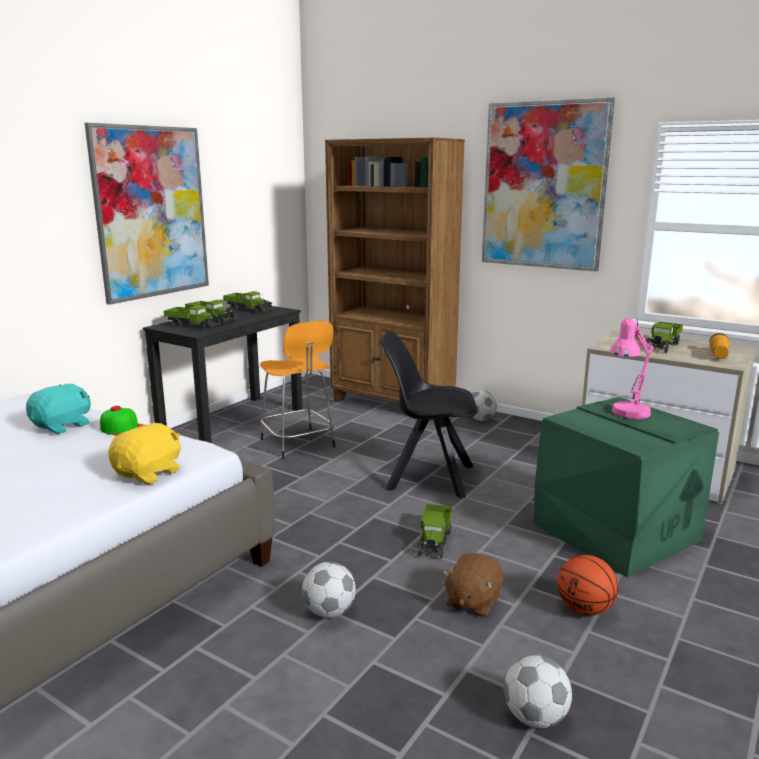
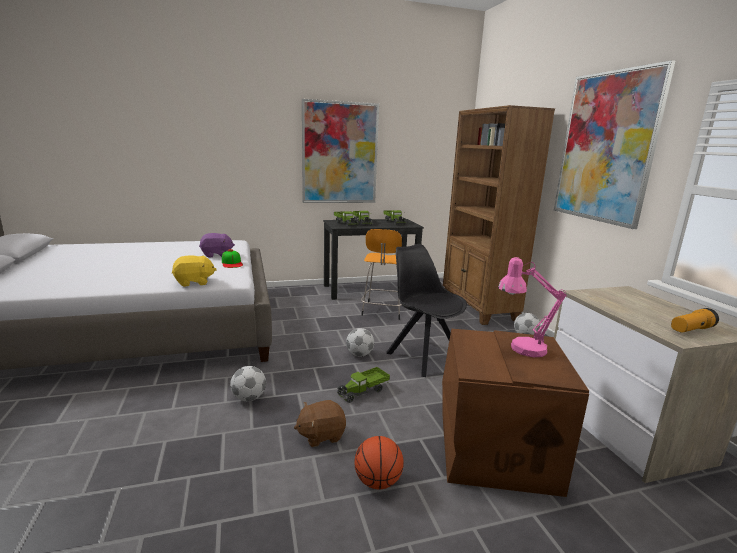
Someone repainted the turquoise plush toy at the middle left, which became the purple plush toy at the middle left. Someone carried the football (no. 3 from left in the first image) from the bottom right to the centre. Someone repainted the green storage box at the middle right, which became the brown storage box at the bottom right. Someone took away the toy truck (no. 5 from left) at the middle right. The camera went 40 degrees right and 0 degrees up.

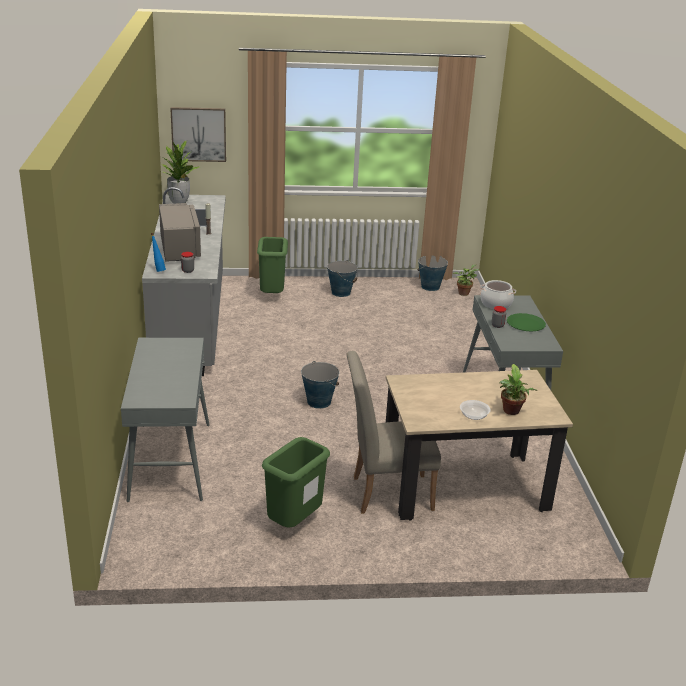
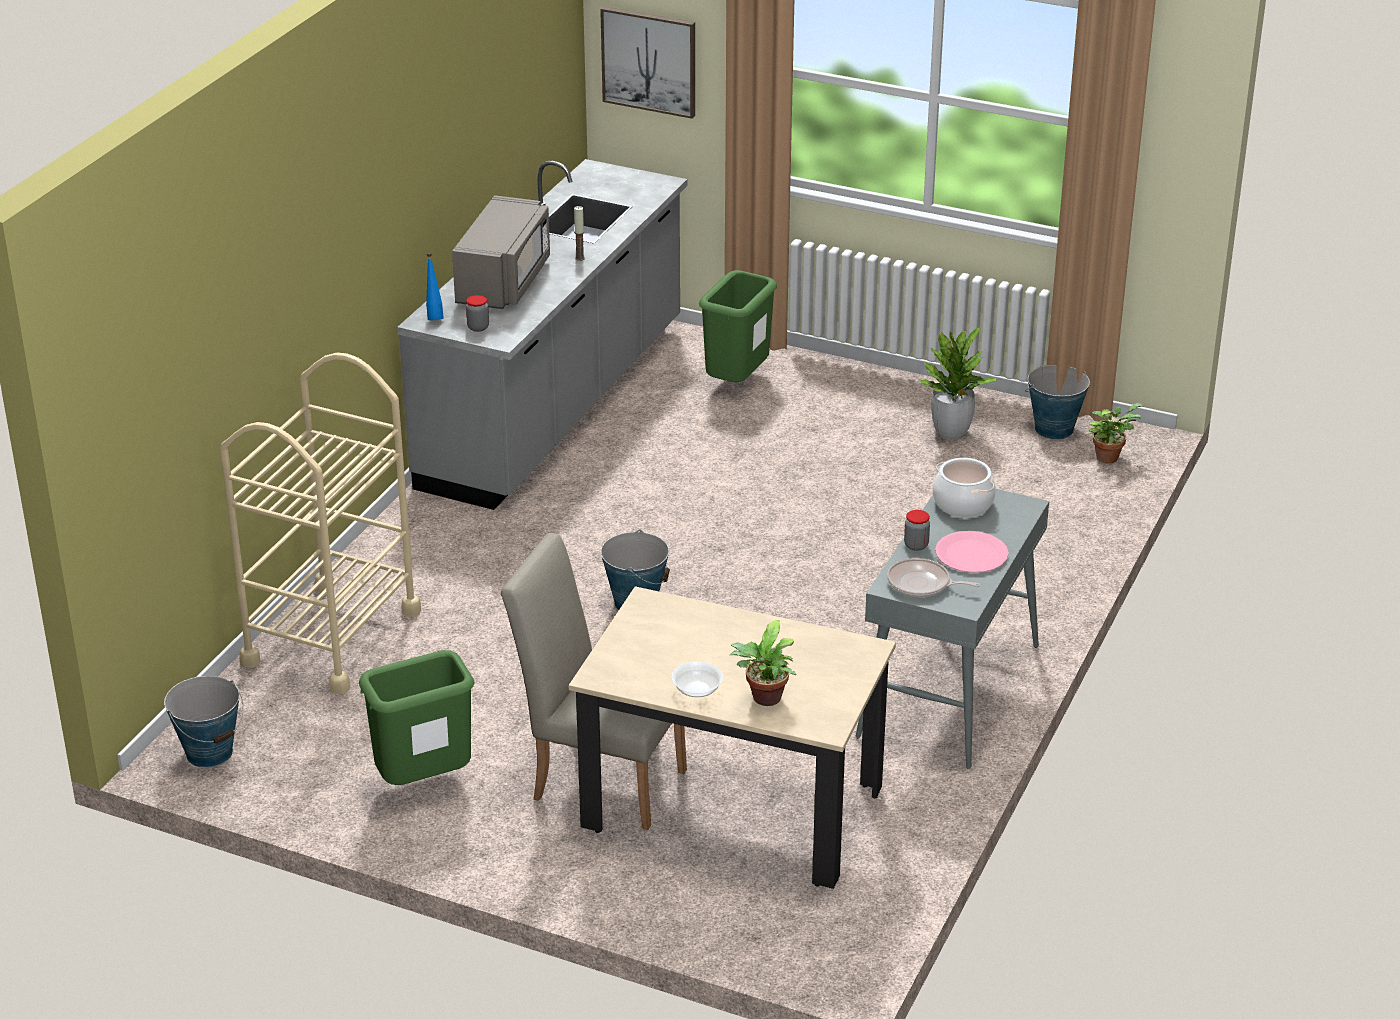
Someone swapped the grey console table (no. 1 from left) at the middle left for the beige cart at the middle left. Someone carried the potted plant (no. 1 from left in the first image) from the top left to the middle right. Someone carried the bucket (no. 2 from left in the first image) from the centre to the bottom left. Someone repainted the green plate at the middle right, which became the pink plate at the middle right. Someone put down the frying pan at the centre. The camera went 30 degrees right and 5 degrees up.

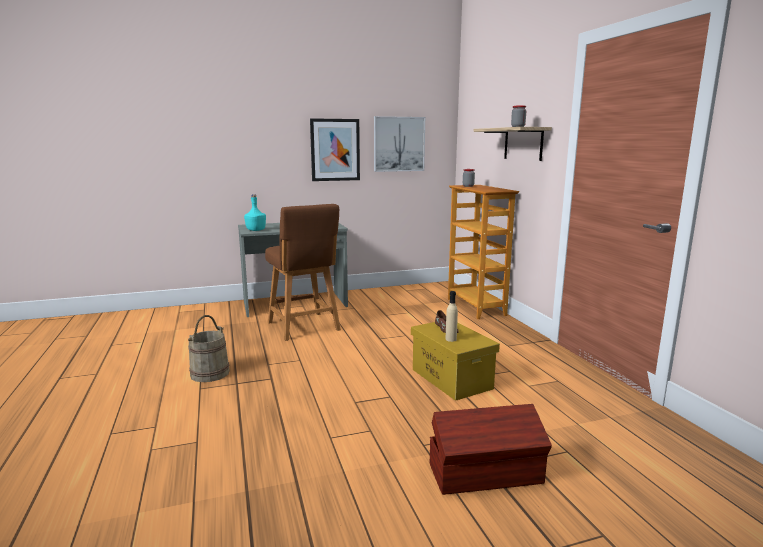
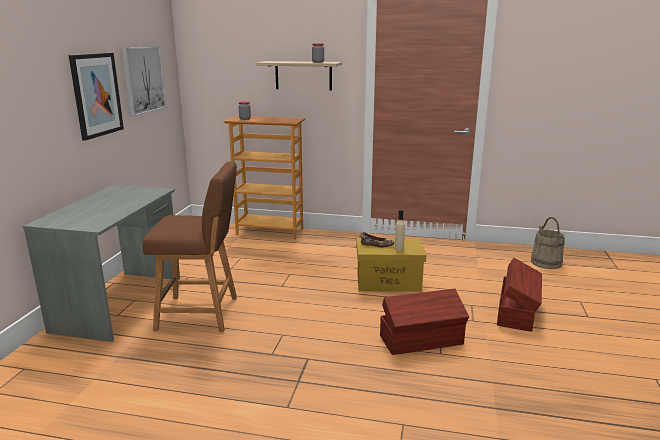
Someone carried the beige bucket from the middle left to the middle right. Someone took away the turquoise bottle at the centre. Someone put down the brown storage box (no. 1 from left) at the bottom centre. The camera went 60 degrees left and 5 degrees up.

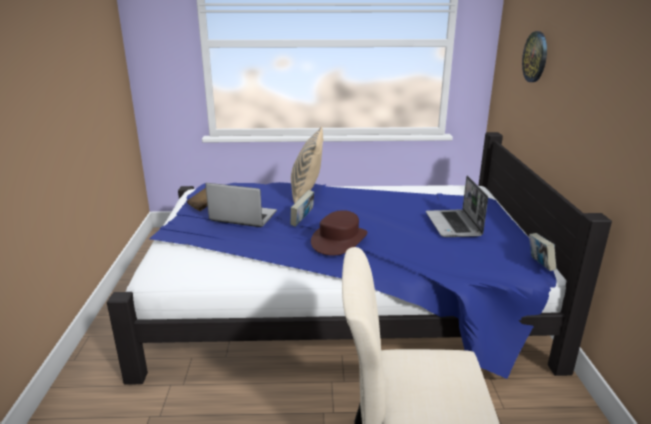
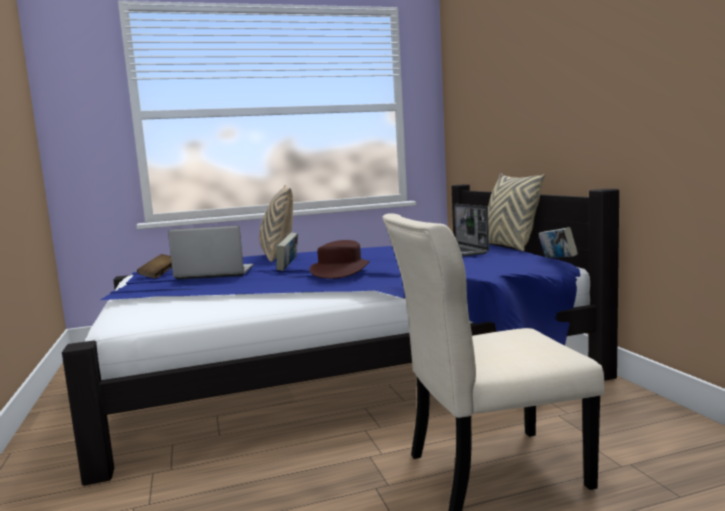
Someone took away the wall clock at the top right. Someone put down the beige pillow (no. 2 from left) at the middle right. The camera went 15 degrees left and 15 degrees down.

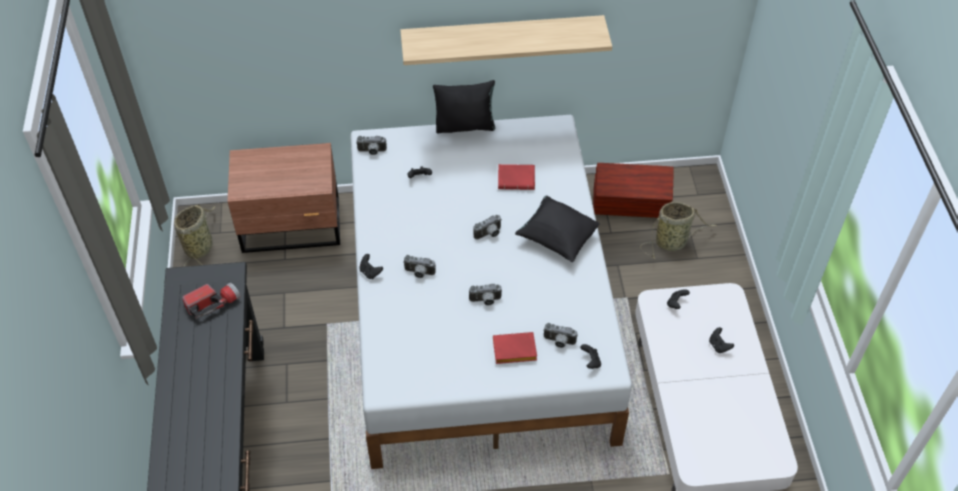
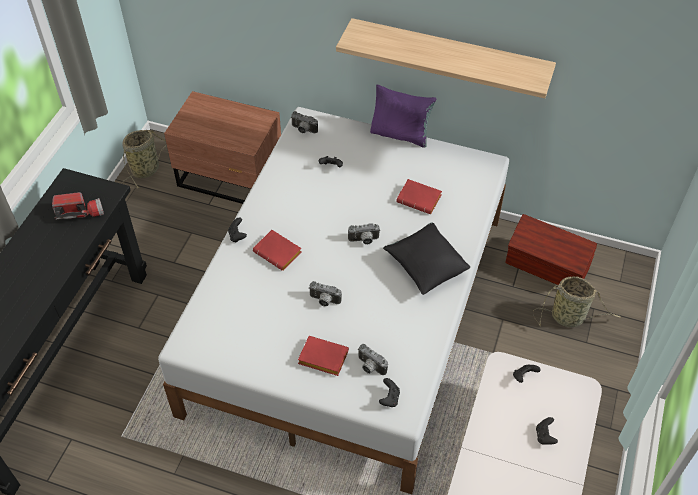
Someone swapped the photo camera (no. 2 from left) at the centre for the red book (no. 1 from left) at the centre. Someone repainted the black pillow (no. 1 from left) at the top centre, which became the purple pillow at the top centre. The camera went 25 degrees right and 0 degrees up.

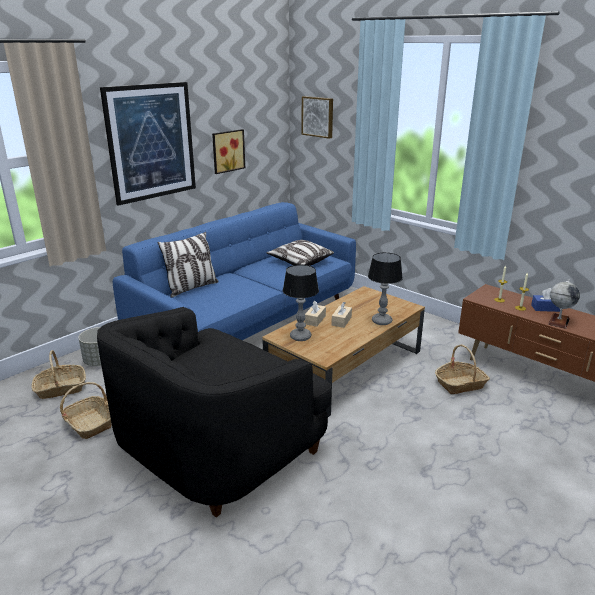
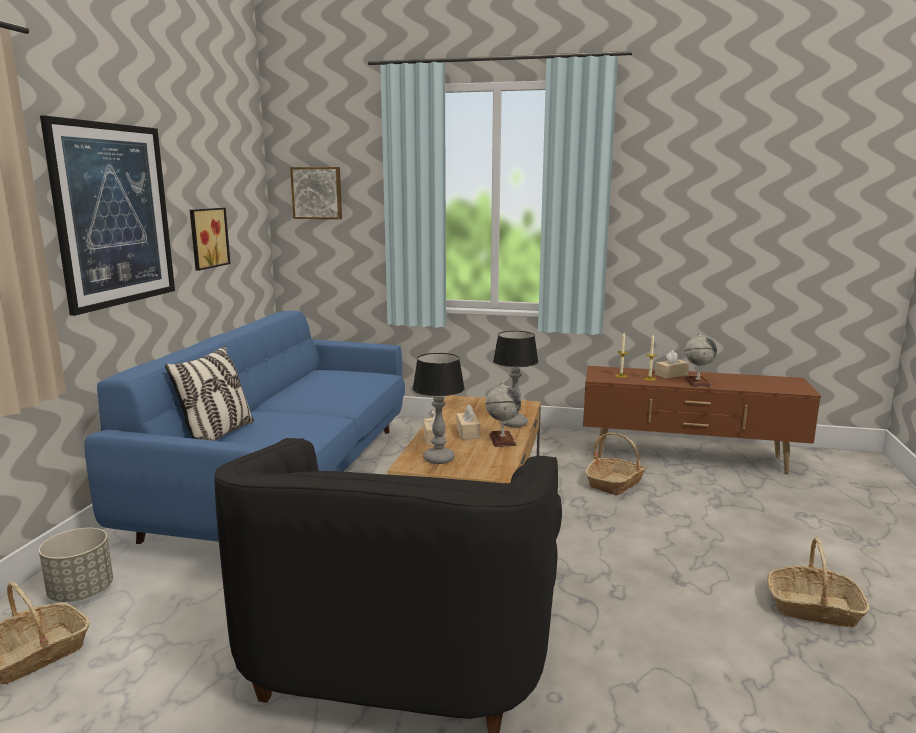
Someone carried the basket (no. 2 from left in the first image) from the bottom left to the bottom right. Someone took away the pillow (no. 2 from left) at the centre. Someone repainted the blue tissue box at the middle right, which became the beige tissue box (no. 3 from left) at the middle right. Someone put down the globe (no. 1 from left) at the centre. The camera went 30 degrees left and 10 degrees down.

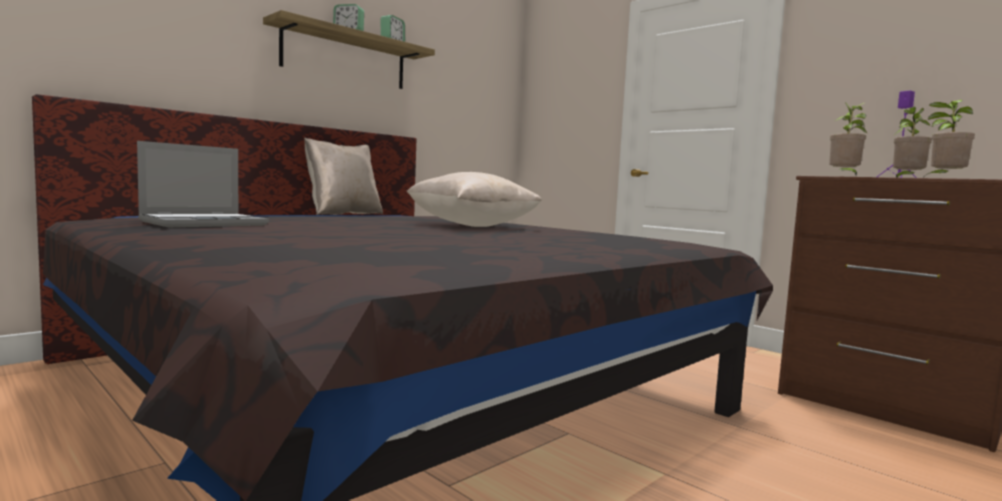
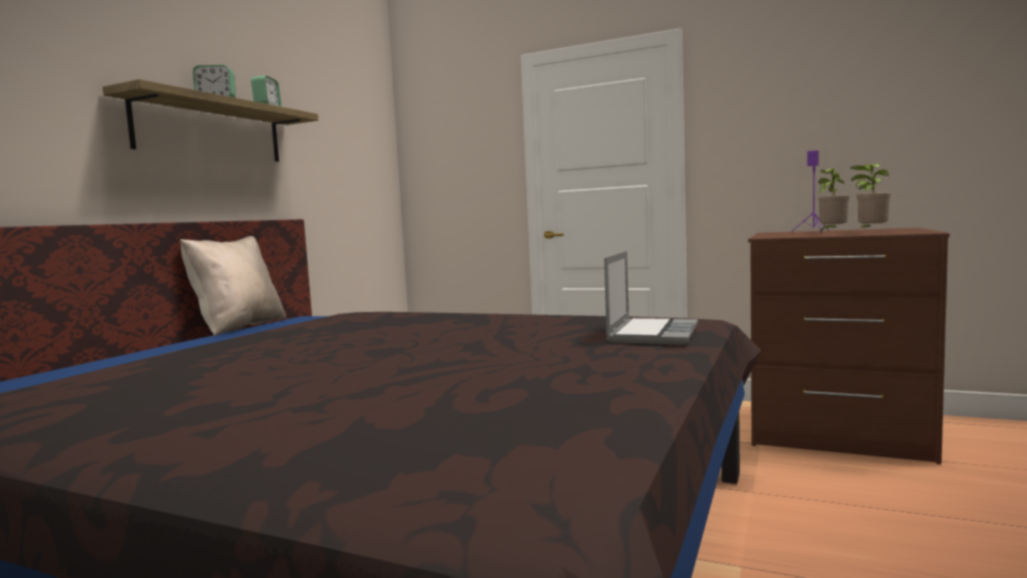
Someone carried the laptop from the middle left to the centre. Someone took away the beige pillow (no. 2 from left) at the centre. Someone took away the potted plant (no. 1 from left) at the top right. The camera went 20 degrees left and 0 degrees up.

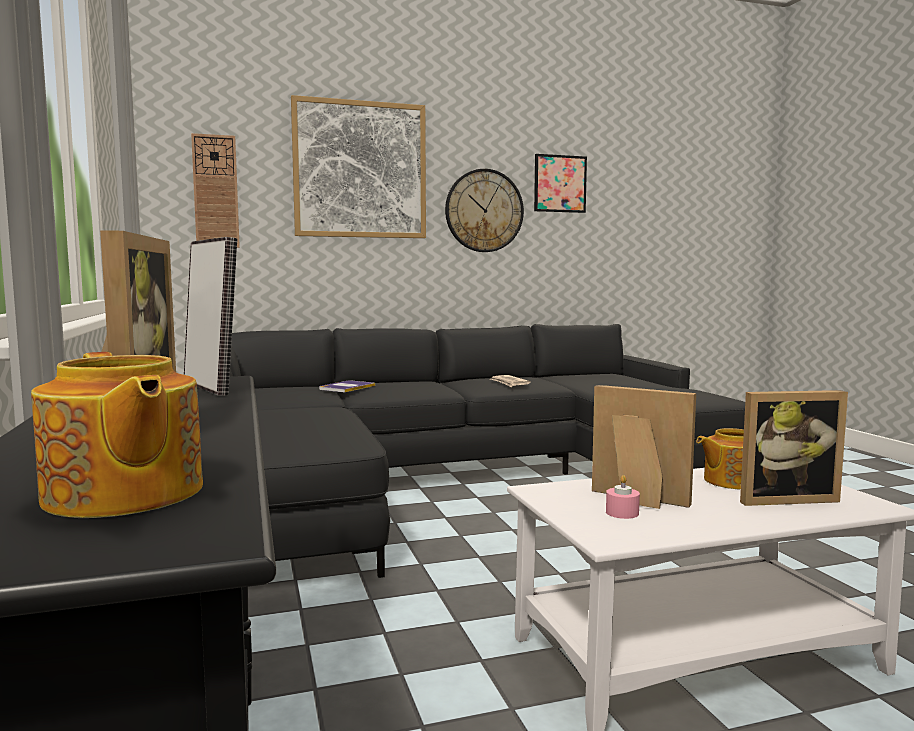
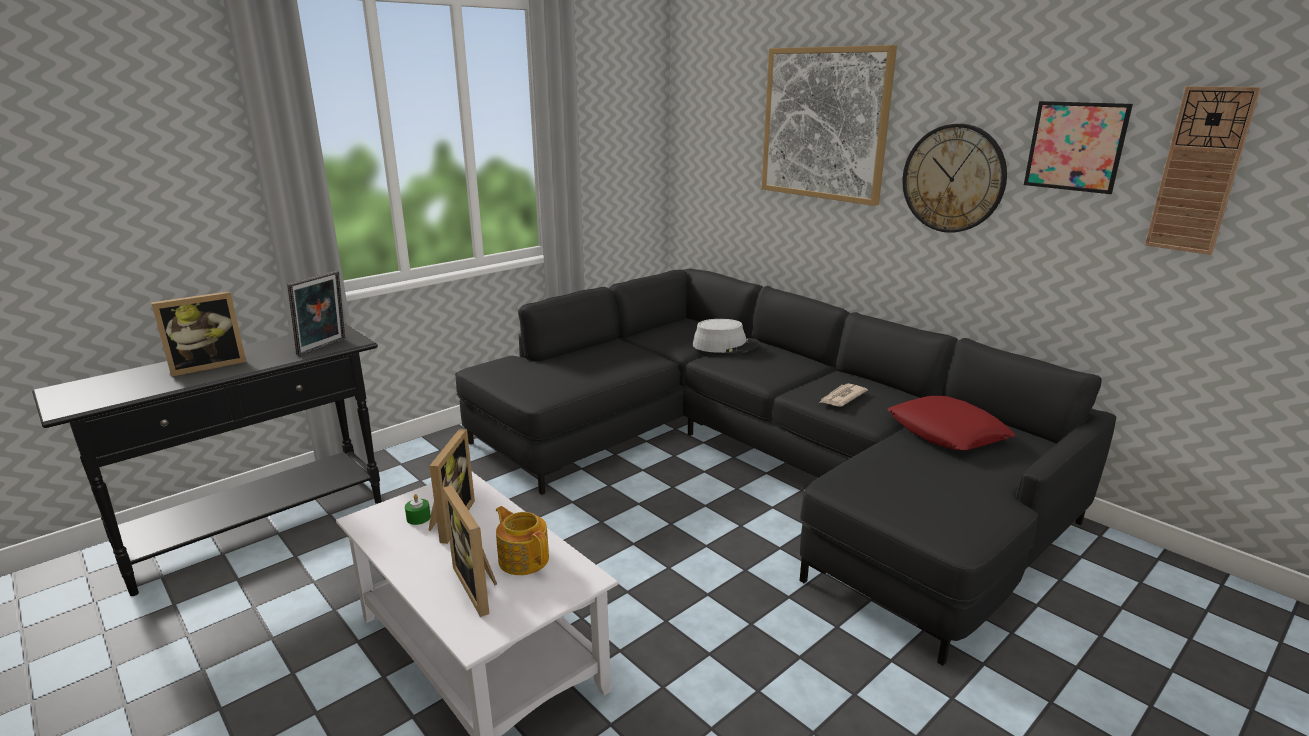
Someone took away the teapot (no. 1 from left) at the middle left. Someone carried the wall clock (no. 1 from left in the first image) from the top left to the top right. Someone swapped the book at the centre for the grey hat at the centre. Someone repainted the pink candle at the bottom right, which became the green candle at the bottom left. Someone put down the red pillow at the middle right. The camera went 65 degrees right and 15 degrees up.

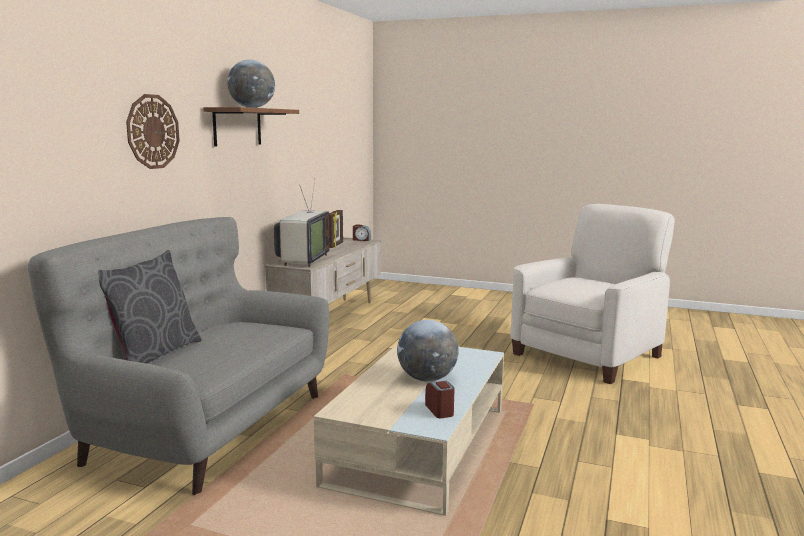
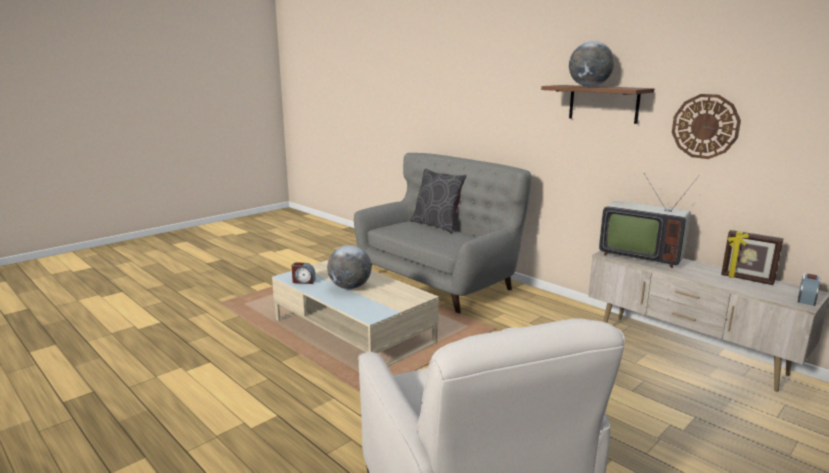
Someone carried the wall clock from the top left to the top right. The camera went 115 degrees right and 5 degrees up.

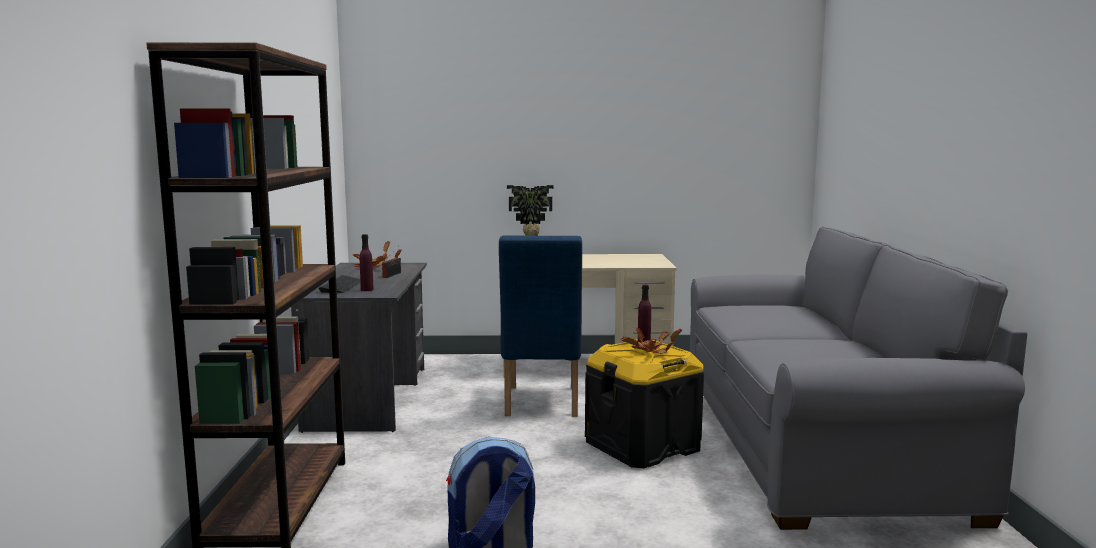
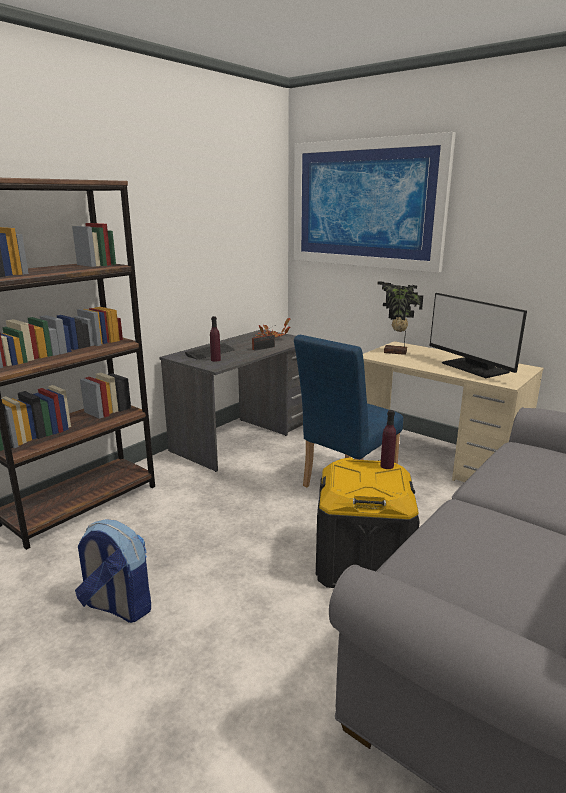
Someone took away the potted plant (no. 3 from left) at the centre. Someone put up the picture at the top centre. Someone put down the monitor at the middle right. The camera went 40 degrees right and 10 degrees up.

